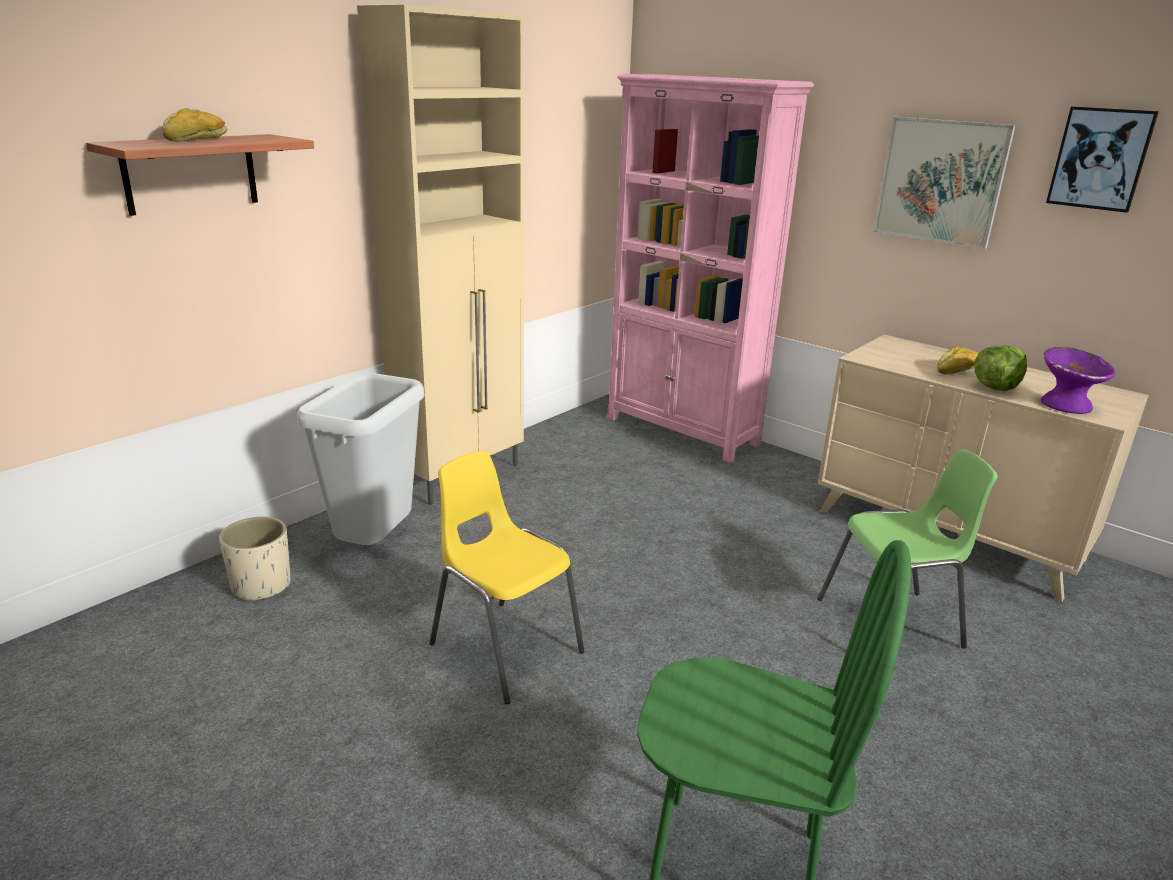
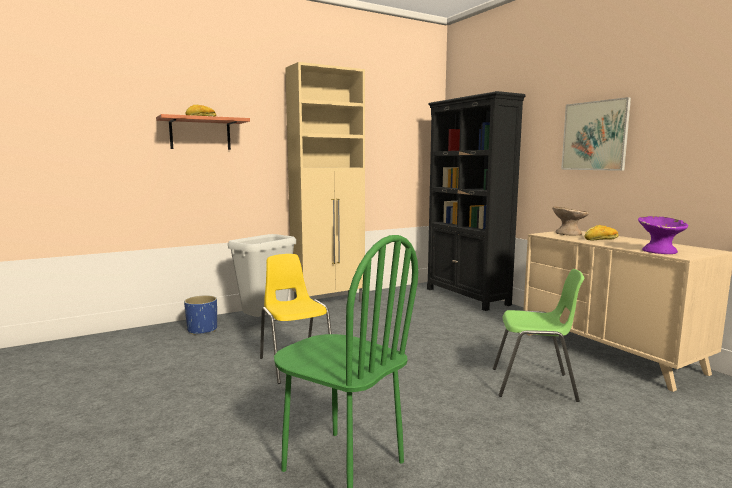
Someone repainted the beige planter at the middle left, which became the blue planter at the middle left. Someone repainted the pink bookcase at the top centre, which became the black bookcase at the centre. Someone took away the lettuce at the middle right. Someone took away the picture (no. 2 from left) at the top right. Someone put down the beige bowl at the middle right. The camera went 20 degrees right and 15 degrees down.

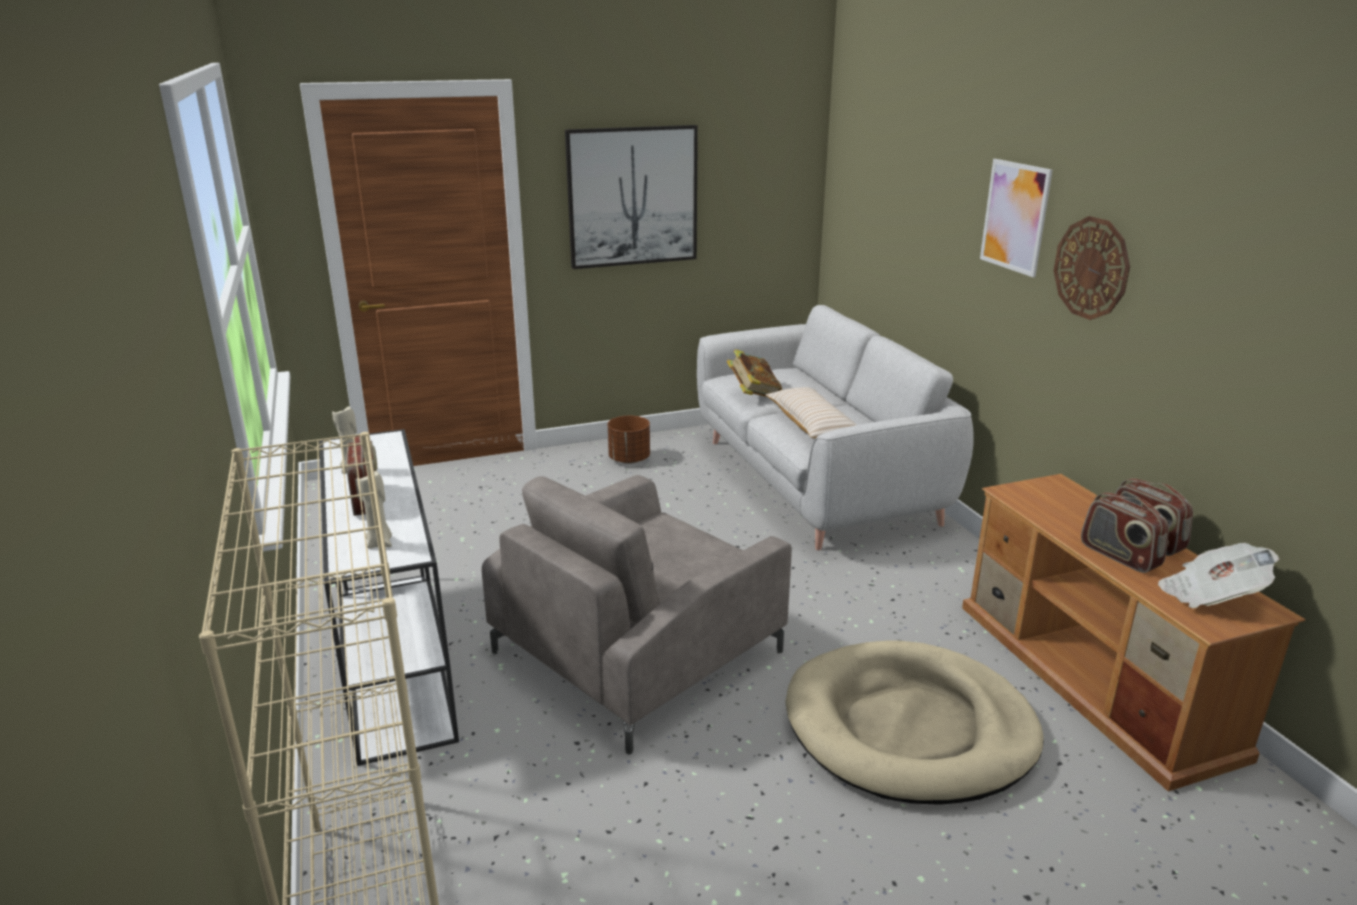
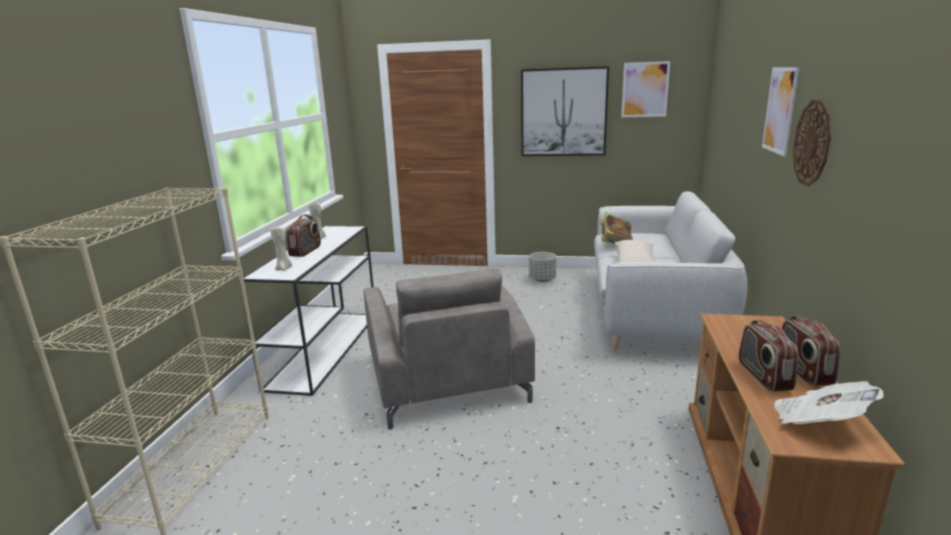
Someone rotated the grey armchair at the bottom centre by 90 degrees counterclockwise. Someone repainted the brown planter at the centre, which became the grey planter at the centre. Someone took away the beige dog bed at the bottom right. Someone put up the picture (no. 2 from left) at the top right. The camera went 30 degrees right and 5 degrees down.

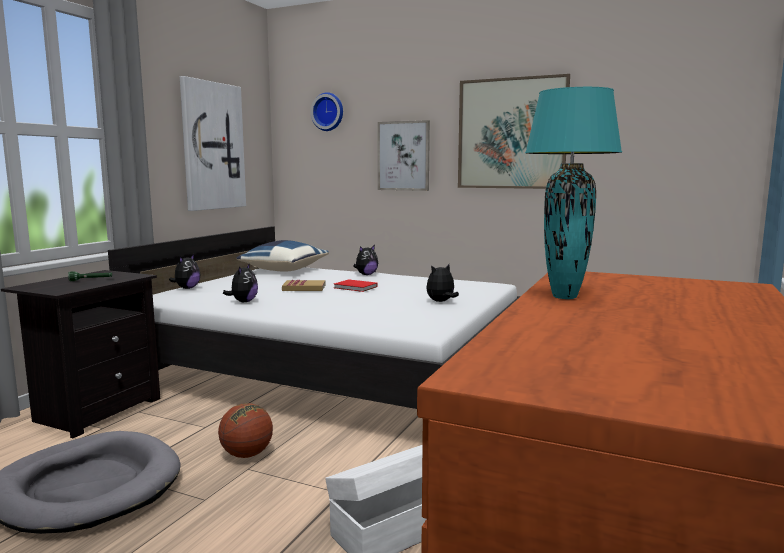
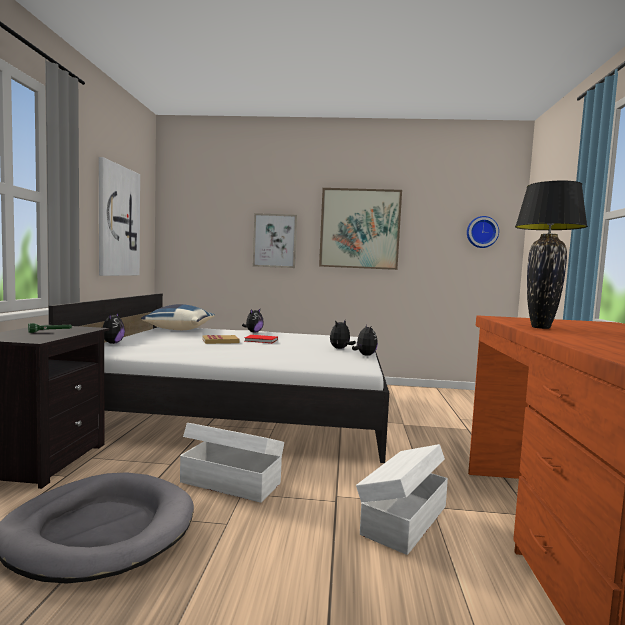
Someone swapped the basketball at the bottom left for the white storage box (no. 1 from left) at the bottom centre. Someone carried the plush toy (no. 2 from left in the first image) from the middle left to the centre. Someone carried the wall clock from the top centre to the middle right. Someone repainted the turquoise table lamp at the middle right, which became the black table lamp at the middle right. The camera went 20 degrees left and 5 degrees down.

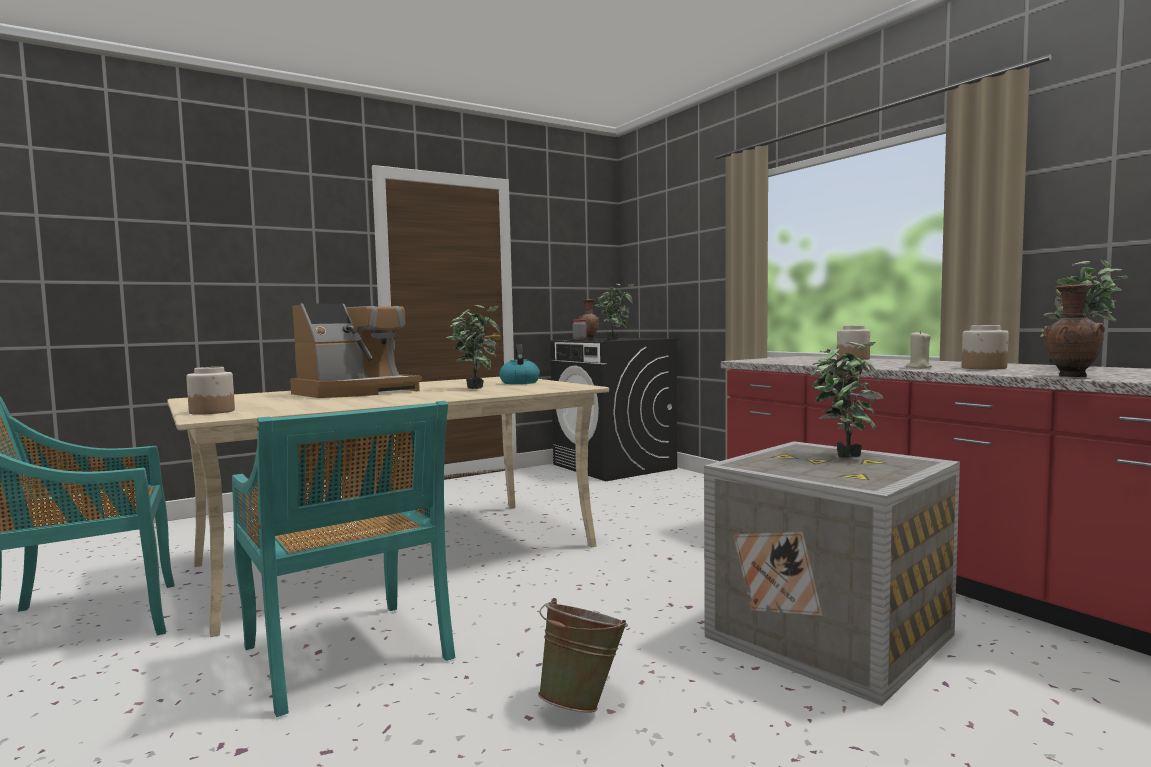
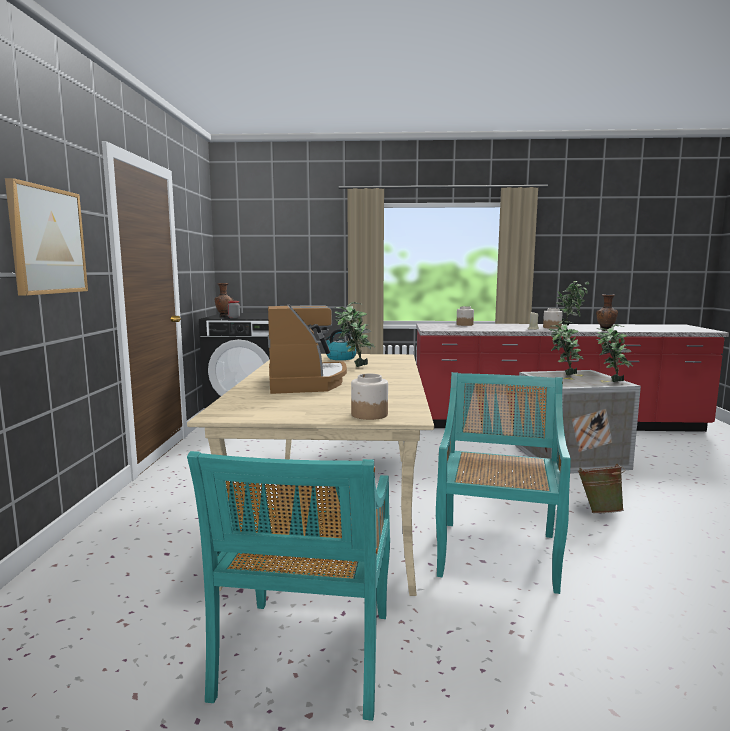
Someone rotated the turquoise chair (no. 2 from left) at the bottom left by 75 degrees counterclockwise. Someone carried the potted plant (no. 2 from left in the first image) from the centre to the middle right. Someone put up the picture at the top left. The camera went 55 degrees left and 5 degrees up.

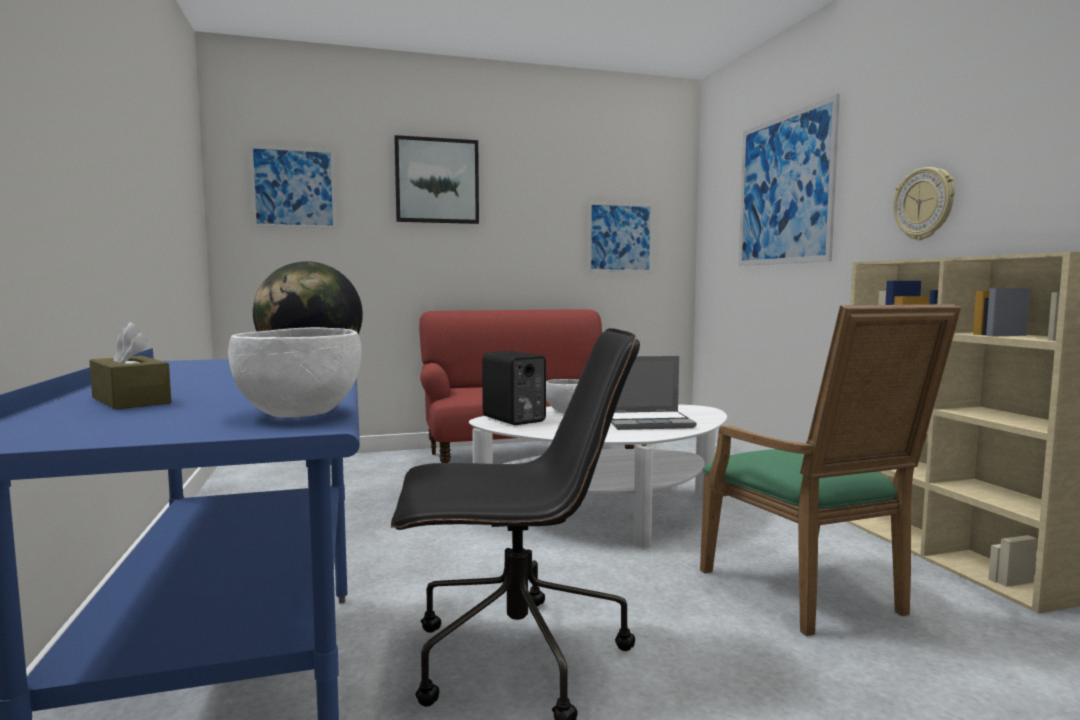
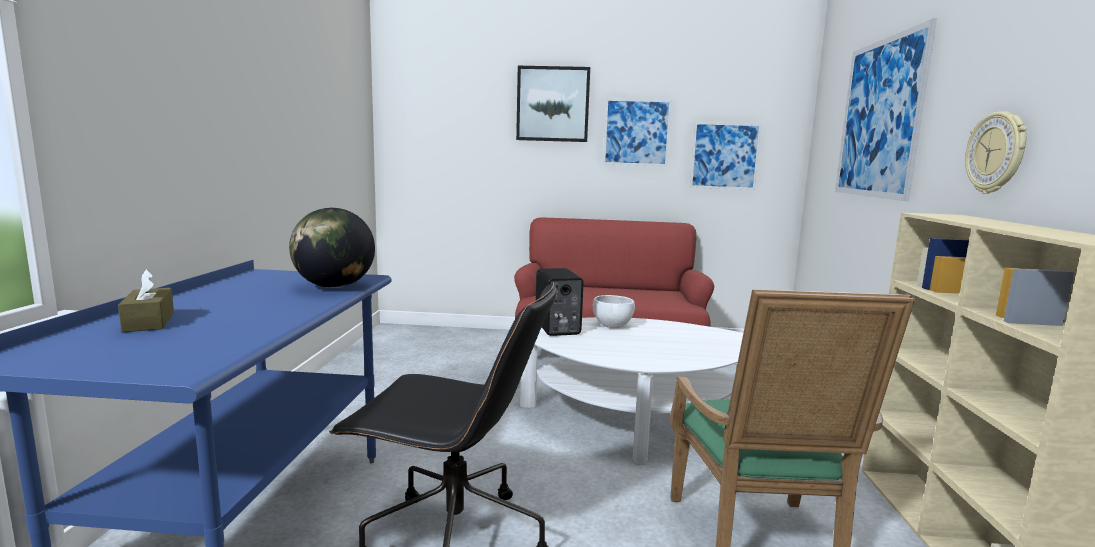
Someone took away the white bowl (no. 1 from left) at the middle left. Someone carried the picture (no. 1 from left in the first image) from the top left to the top centre. Someone took away the laptop at the centre. The camera went 20 degrees right and 5 degrees up.

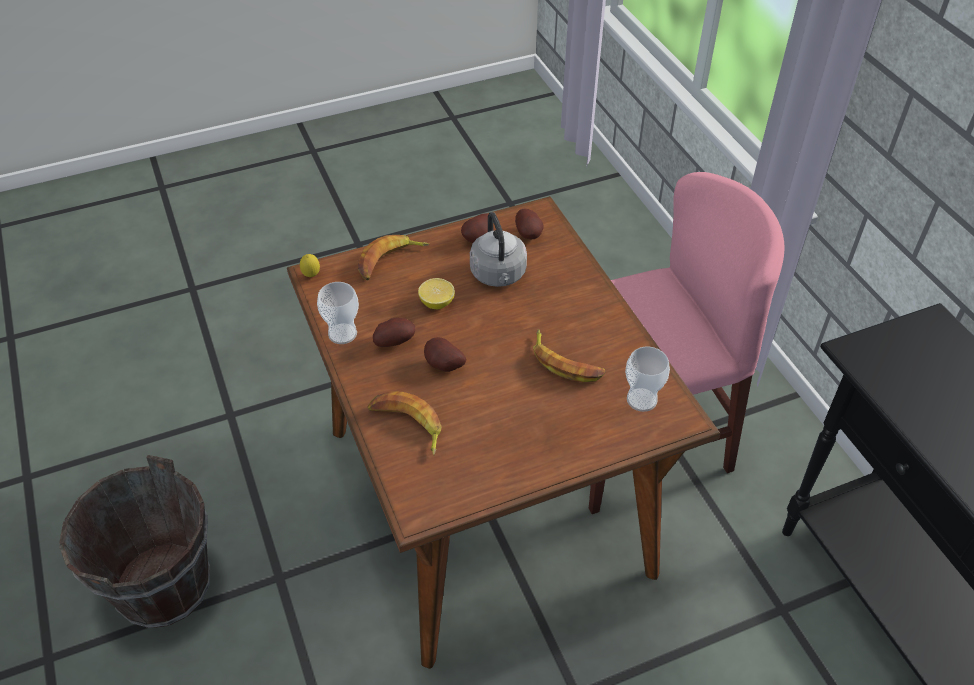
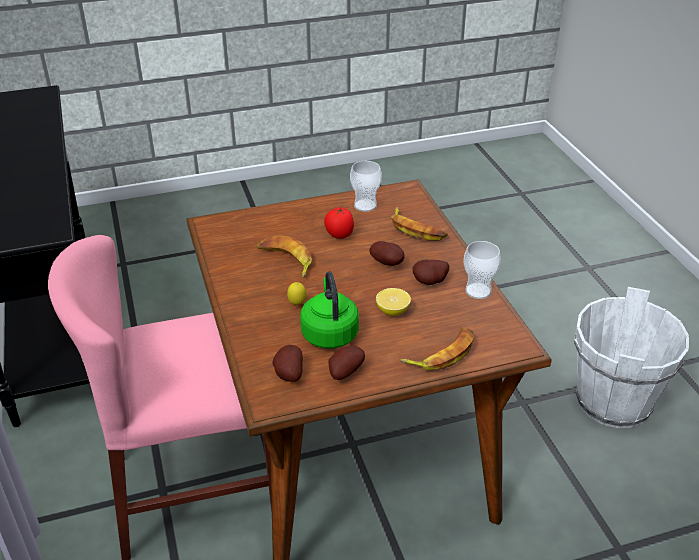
Someone repainted the brown bucket at the bottom left, which became the white bucket at the middle right. Someone carried the lemon (no. 1 from left) from the middle left to the centre. Someone repainted the grey kettle at the centre, which became the green kettle at the centre. Someone carried the cup (no. 2 from left in the first image) from the centre to the top centre. Someone put down the tomato at the centre. The camera went 175 degrees left and 10 degrees down.

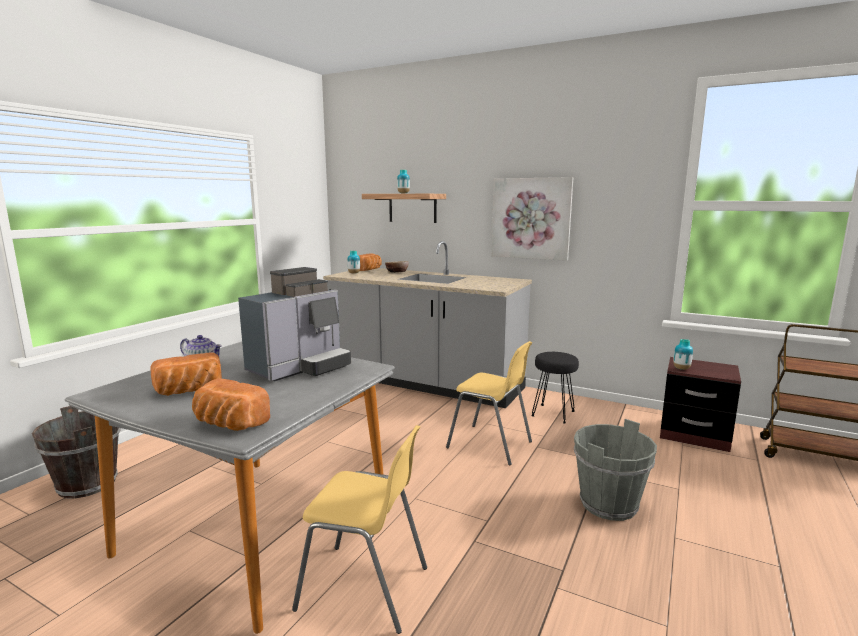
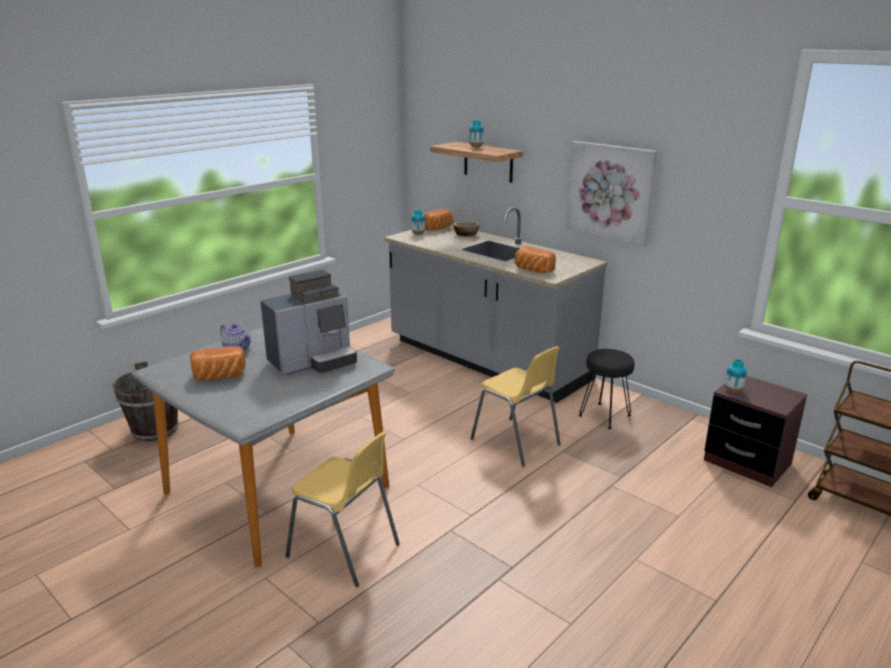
Someone carried the bread (no. 2 from left in the first image) from the middle left to the centre. Someone took away the grey bucket at the bottom right. The camera went 15 degrees right and 10 degrees up.

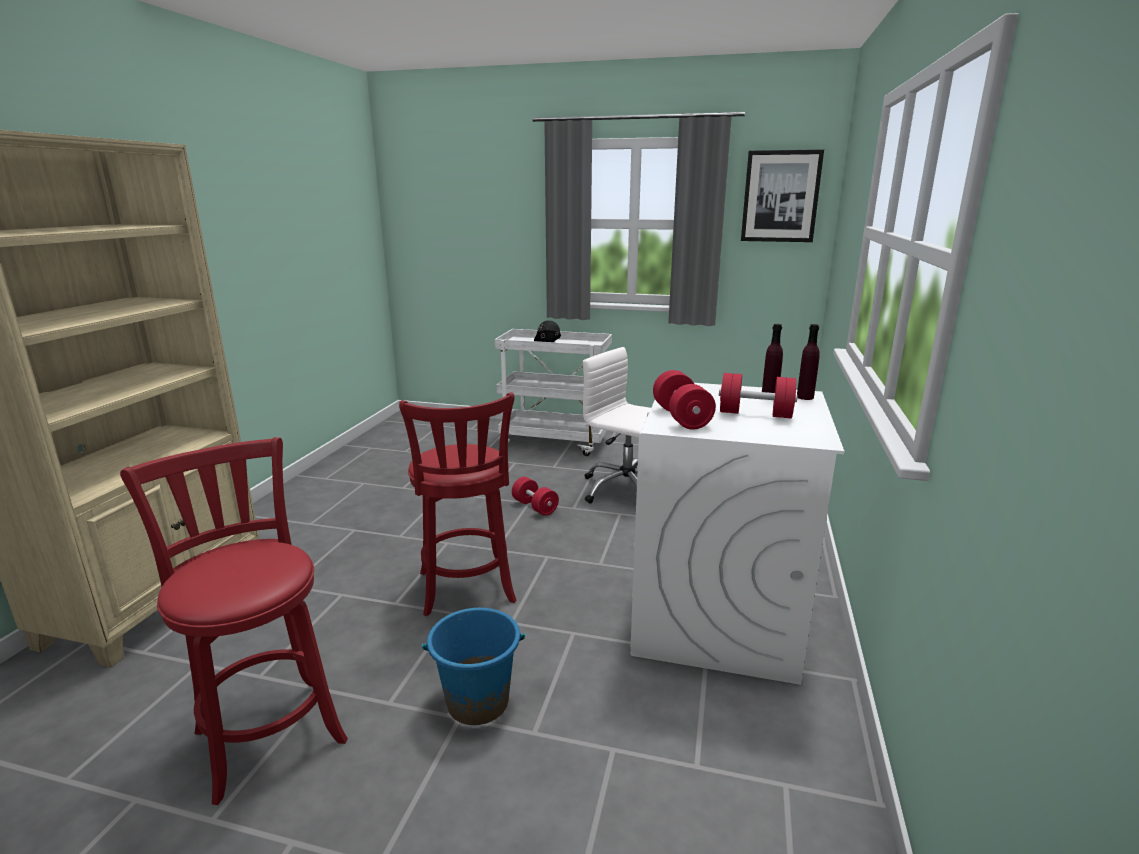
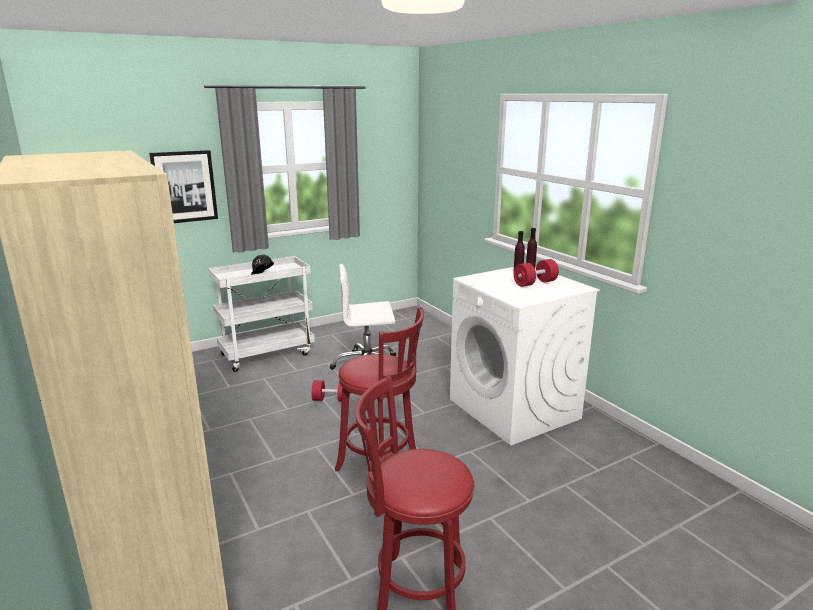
Someone took away the blue bucket at the bottom centre. Someone took away the red dumbbell (no. 2 from left) at the centre. Someone carried the picture from the top right to the top left. The camera went 45 degrees left and 0 degrees up.

